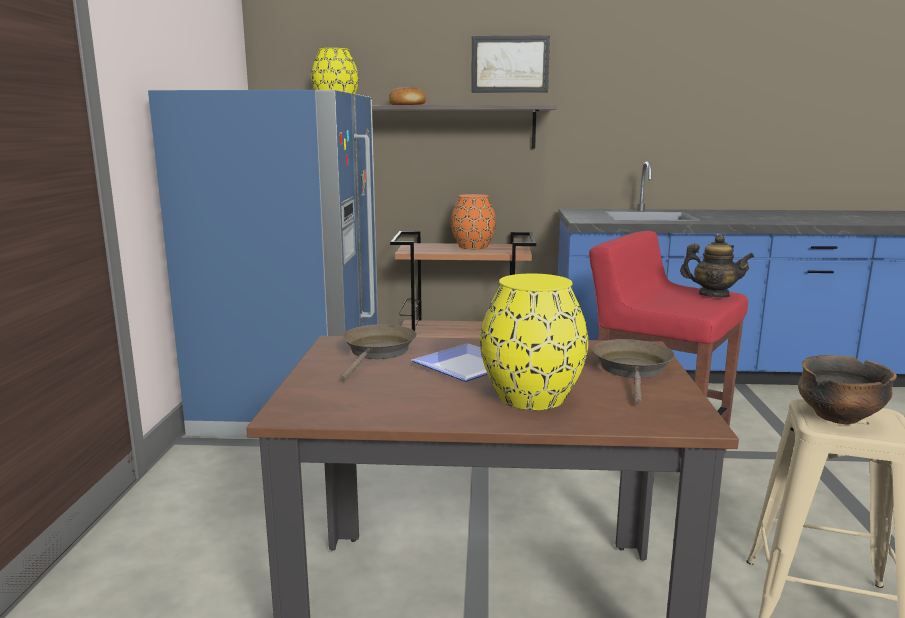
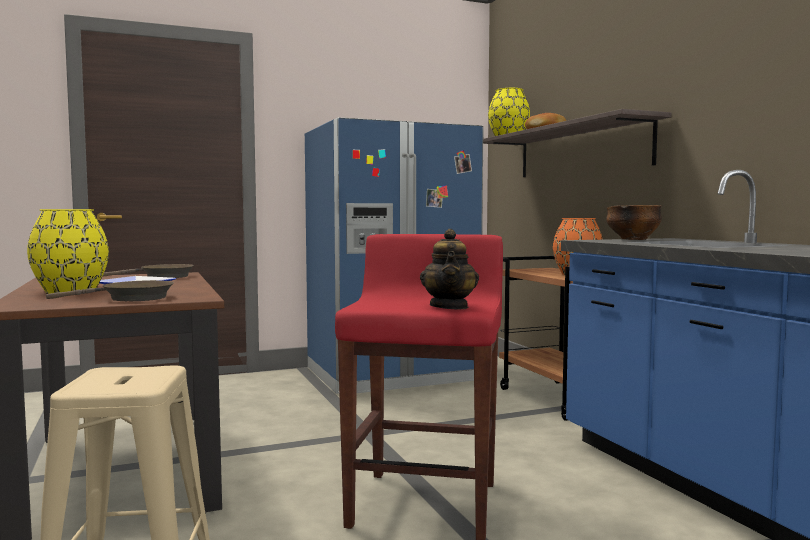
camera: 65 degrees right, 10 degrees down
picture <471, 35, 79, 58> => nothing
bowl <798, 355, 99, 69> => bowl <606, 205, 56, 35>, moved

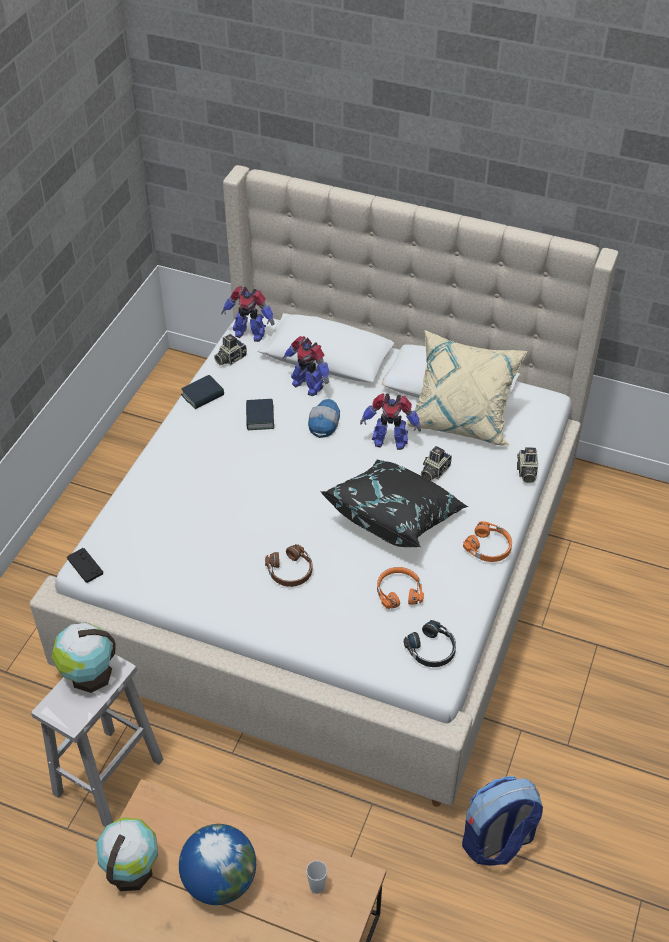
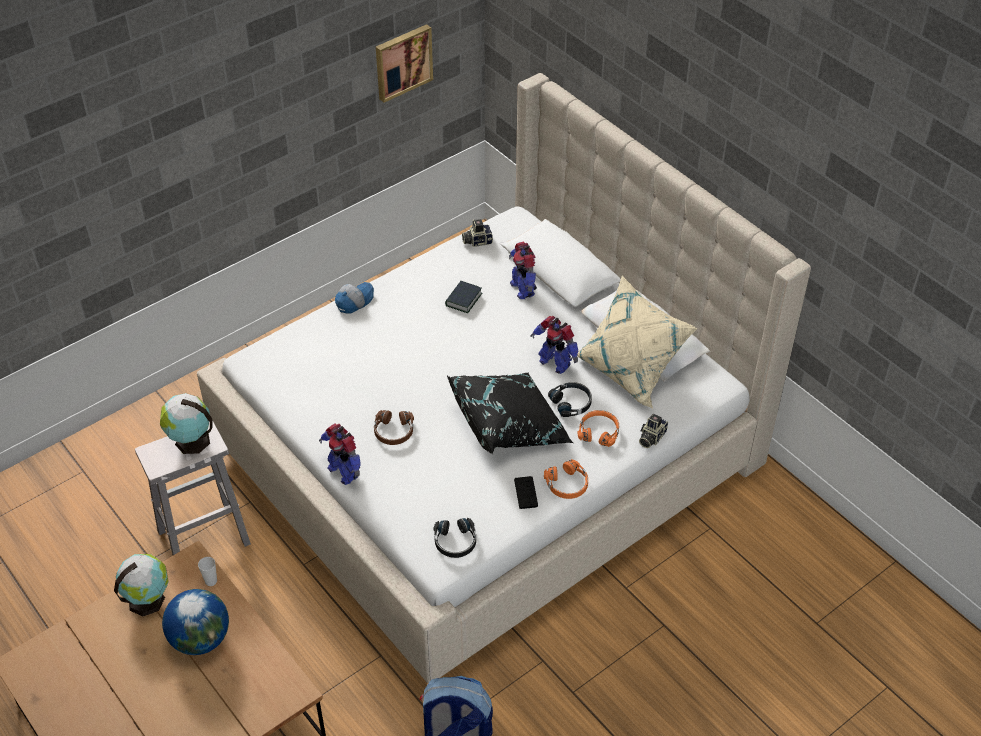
camera: 30 degrees right, 0 degrees up
black_game_controller <67, 548, 36, 35> => black_game_controller <514, 476, 24, 33>, moved
book <181, 375, 43, 34> => nothing
toy_robot <221, 286, 53, 56> => toy_robot <319, 423, 42, 62>, moved
cup <306, 860, 21, 34> => cup <198, 557, 19, 29>, moved
cap <308, 399, 32, 39> => cap <335, 282, 39, 32>, moved
orange_headphones <377, 567, 47, 42> => orange_headphones <577, 410, 42, 37>, moved
photo_camera <421, 446, 31, 35> => black_headphones <548, 382, 44, 35>
nothing => picture <376, 24, 57, 79>

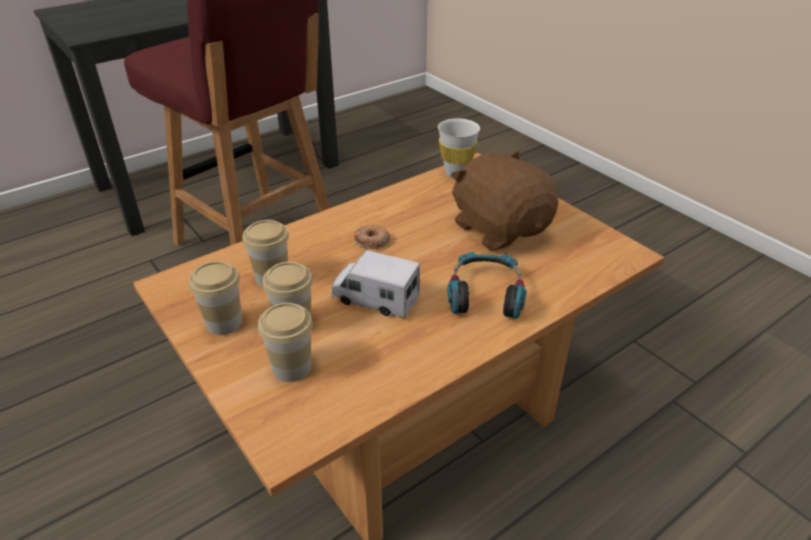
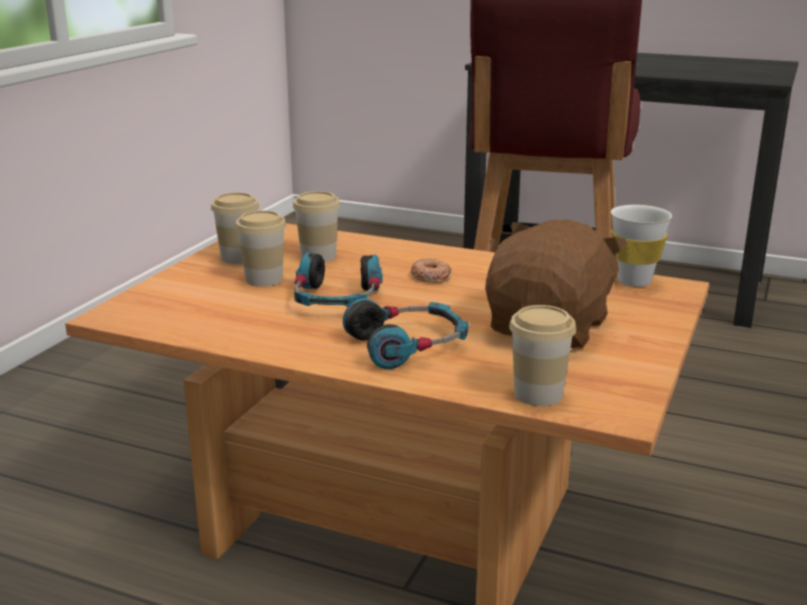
camera: 60 degrees right, 15 degrees down
cup <258, 303, 55, 79> => cup <509, 305, 67, 101>, moved
toy_truck <331, 250, 89, 69> => headphones <294, 252, 88, 55>

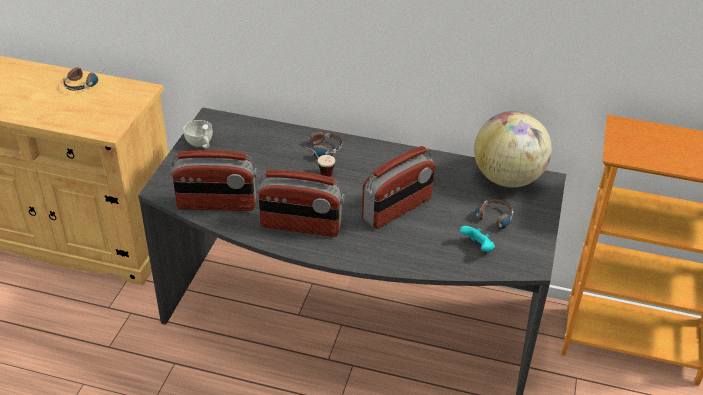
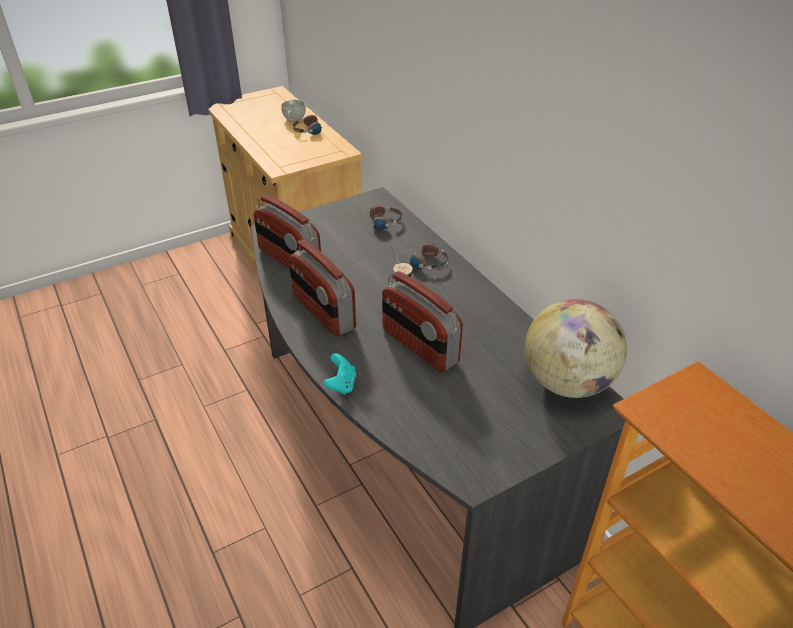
camera: 45 degrees right, 0 degrees up
white_cup <183, 120, 30, 29> => white_cup <281, 100, 25, 22>, moved
radio <362, 146, 73, 83> => radio <382, 271, 81, 102>, 45 degrees clockwise
turquoise_game_controller <460, 226, 35, 26> => turquoise_game_controller <323, 354, 33, 41>, moved
headphones <470, 199, 43, 30> => headphones <355, 205, 48, 25>, moved

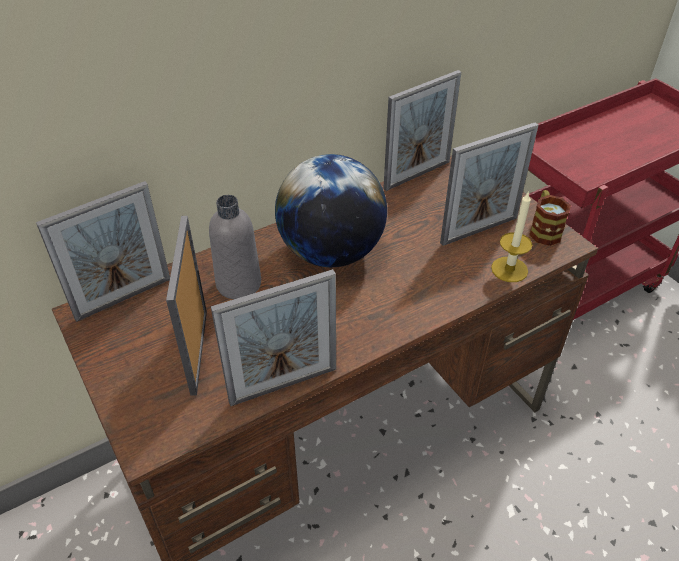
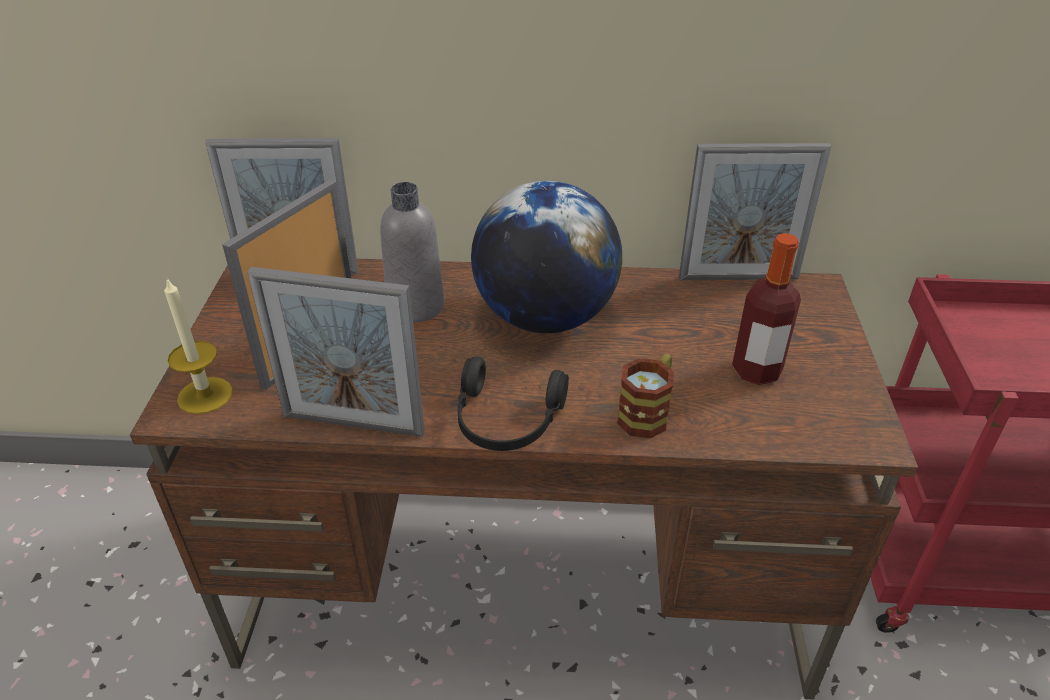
camera: 35 degrees right, 5 degrees down
picture_frame <440, 123, 98, 123> => bottle <732, 233, 69, 152>
candle <491, 191, 41, 91> => candle <164, 277, 69, 137>, moved
mug <529, 190, 42, 56> => mug <617, 354, 57, 84>, moved
nothing => black_headphones <458, 357, 111, 94>

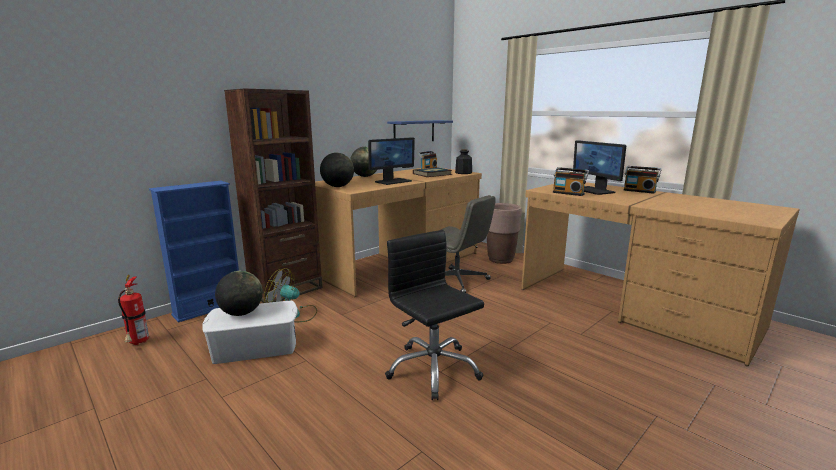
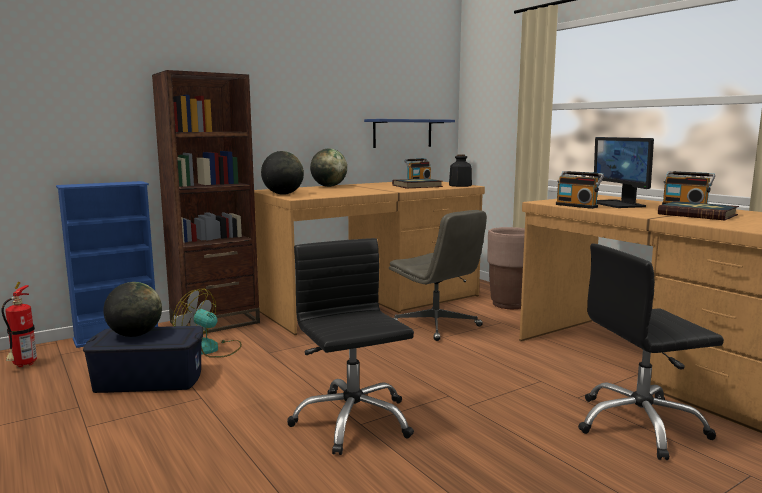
camera: 10 degrees right, 5 degrees down
white_storage_box <202, 301, 96, 63> => blue_storage_box <83, 326, 120, 67>
monitor <368, 137, 47, 48> => nothing
nothing => black_office_chair <578, 244, 146, 216>
nothing => book <658, 201, 81, 19>

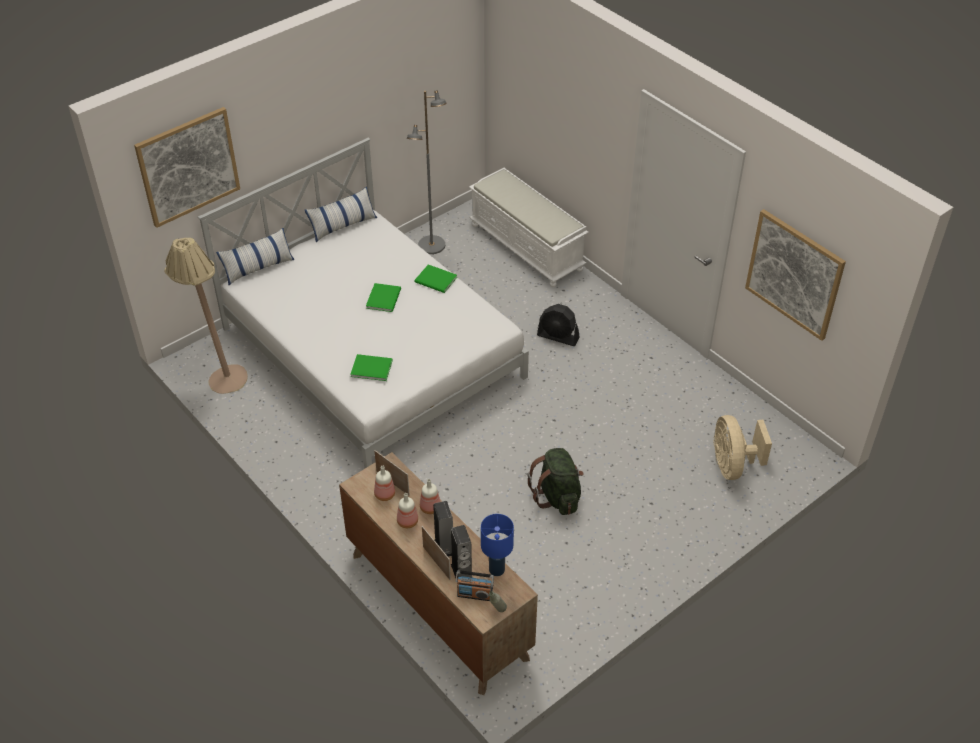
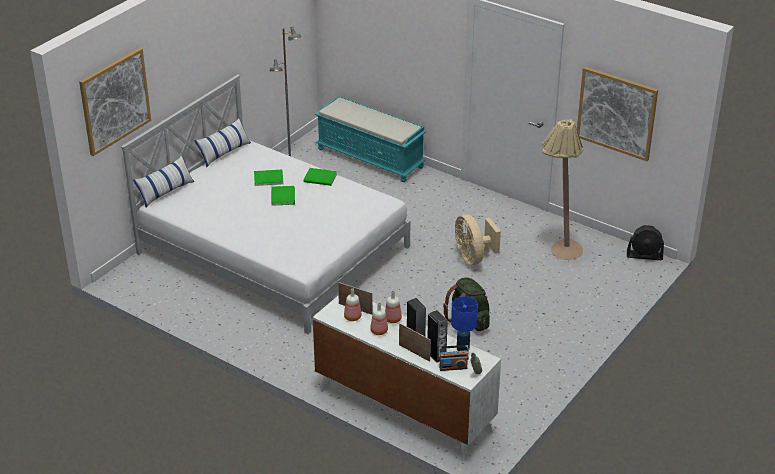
camera: 15 degrees left, 10 degrees down
beige_floor_lamp <164, 238, 84, 156> => beige_floor_lamp <542, 119, 42, 141>, moved
brown_dresser <339, 452, 199, 243> => white_dresser <313, 295, 188, 166>
green_book <350, 354, 43, 27> => green_book <254, 170, 29, 16>, moved
white_bench <469, 168, 120, 119> => turquoise_bench <315, 96, 112, 86>
black_fan <537, 304, 43, 42> => black_fan <627, 225, 37, 35>, moved
beige_fan <713, 415, 59, 65> => beige_fan <455, 214, 46, 51>, moved

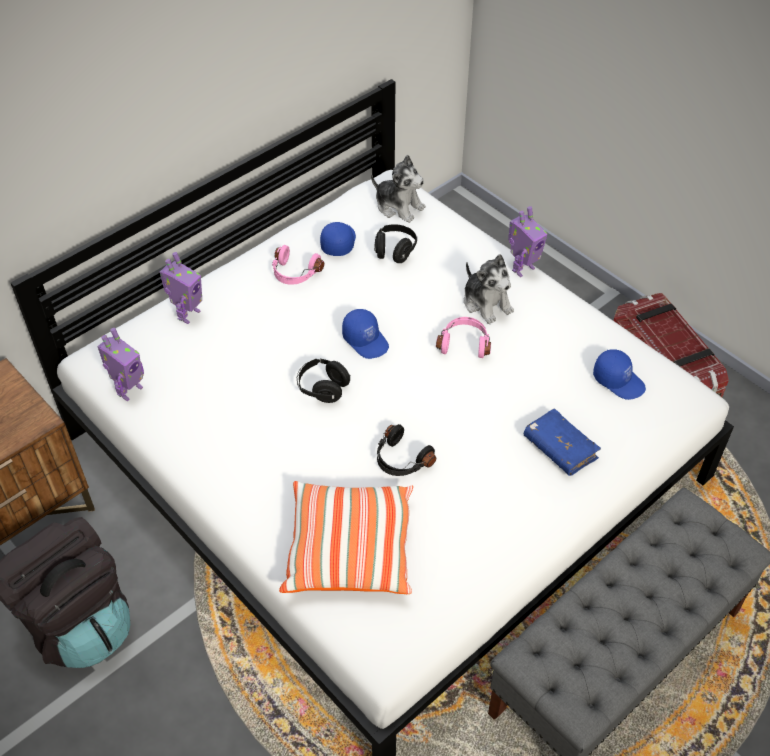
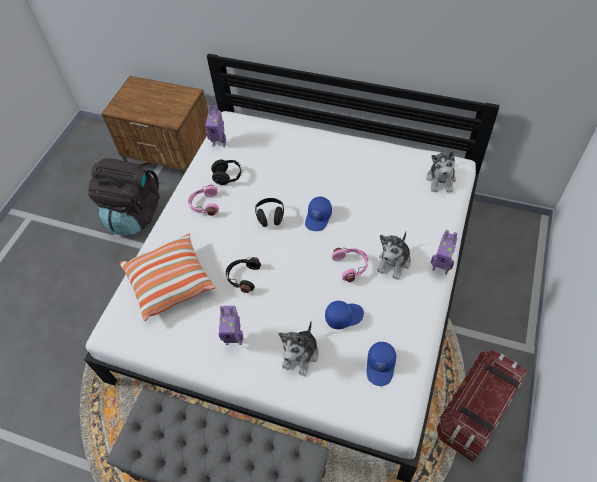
camera: 65 degrees right, 5 degrees up
toy_robot <160, 252, 42, 72> => toy_robot <218, 306, 25, 39>, moved
pink_headphones <272, 245, 52, 40> => pink_headphones <188, 185, 31, 31>, moved
blue_cap <320, 222, 36, 34> => blue_cap <325, 301, 39, 28>, moved
black_headphones <374, 224, 43, 39> => black_headphones <211, 160, 31, 25>, moved
blue_book <523, 409, 78, 67> => plush_toy <279, 321, 40, 55>

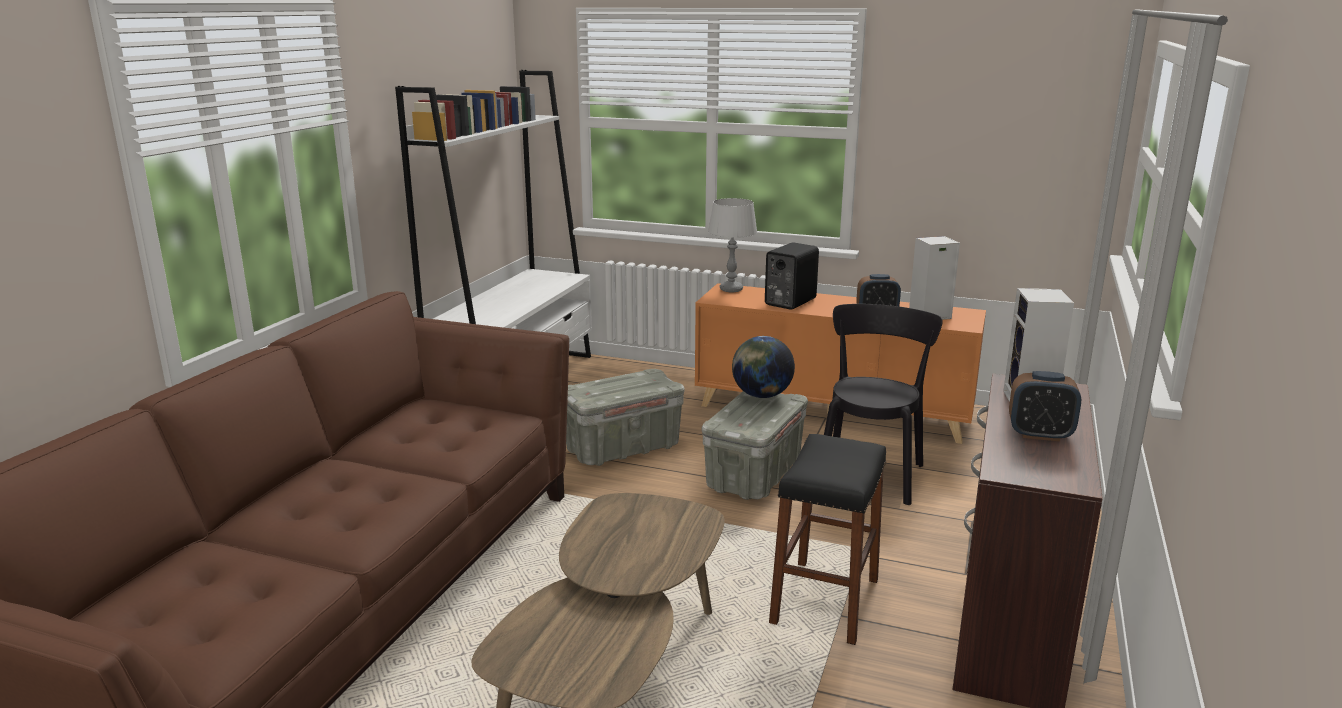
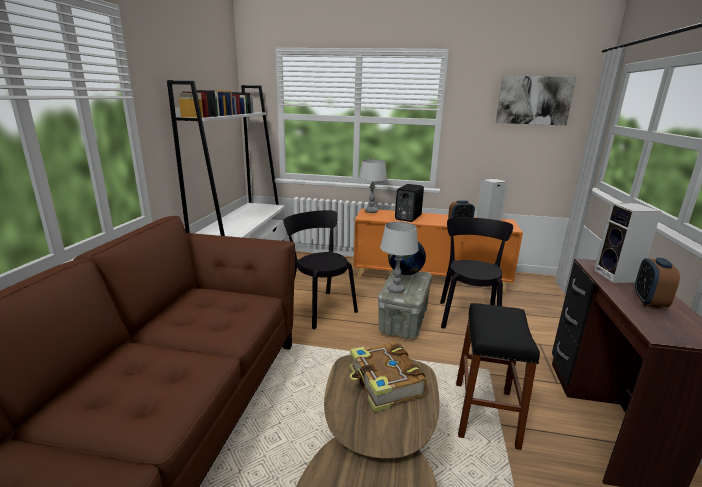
camera: 10 degrees left, 0 degrees up
grey_storage_box <566, 369, 119, 97> => black_chair <283, 210, 75, 119>
alarm_clock <1009, 371, 72, 70> => alarm_clock <635, 257, 45, 52>, 105 degrees clockwise
nothing => book <350, 342, 77, 70>
nothing => grey_table_lamp <380, 222, 39, 71>
nothing => picture <496, 76, 80, 49>

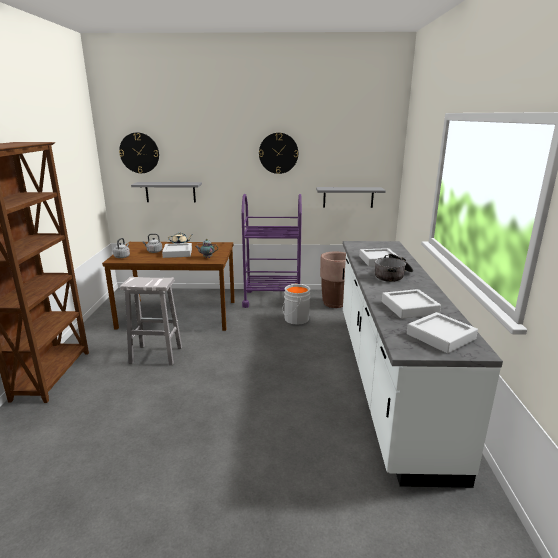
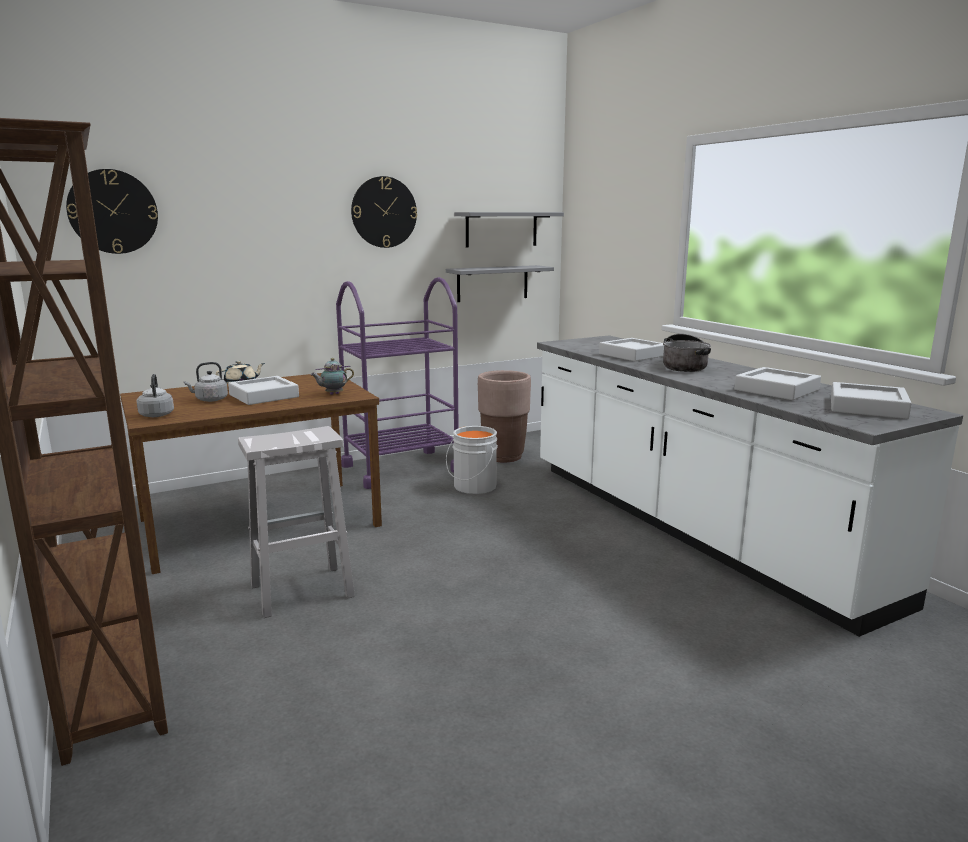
camera: 30 degrees left, 5 degrees down
grey_shelf <131, 182, 71, 20> => grey_shelf <454, 212, 110, 35>, moved

